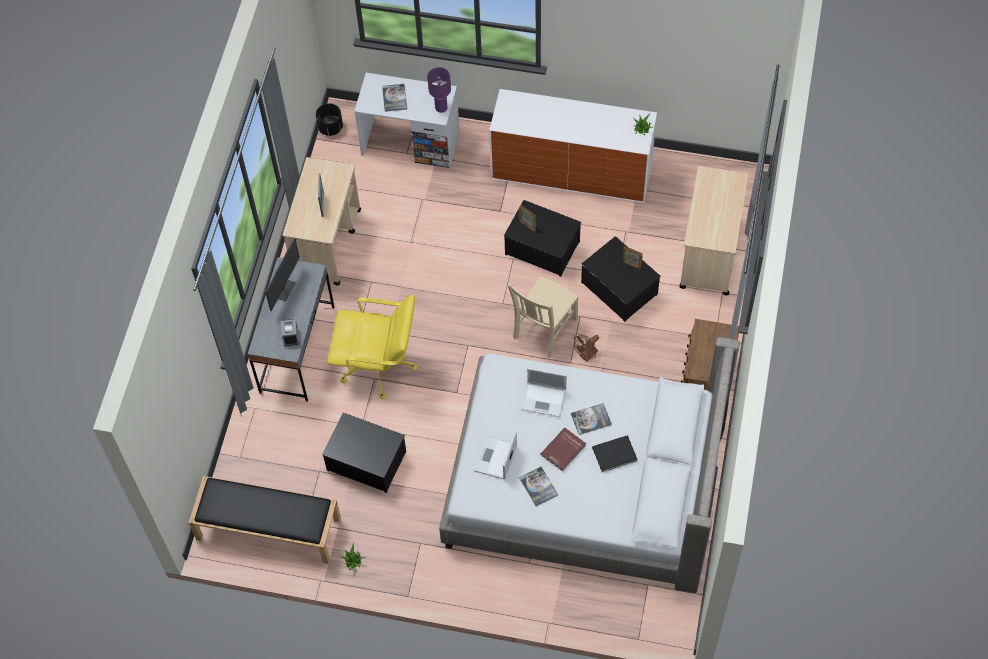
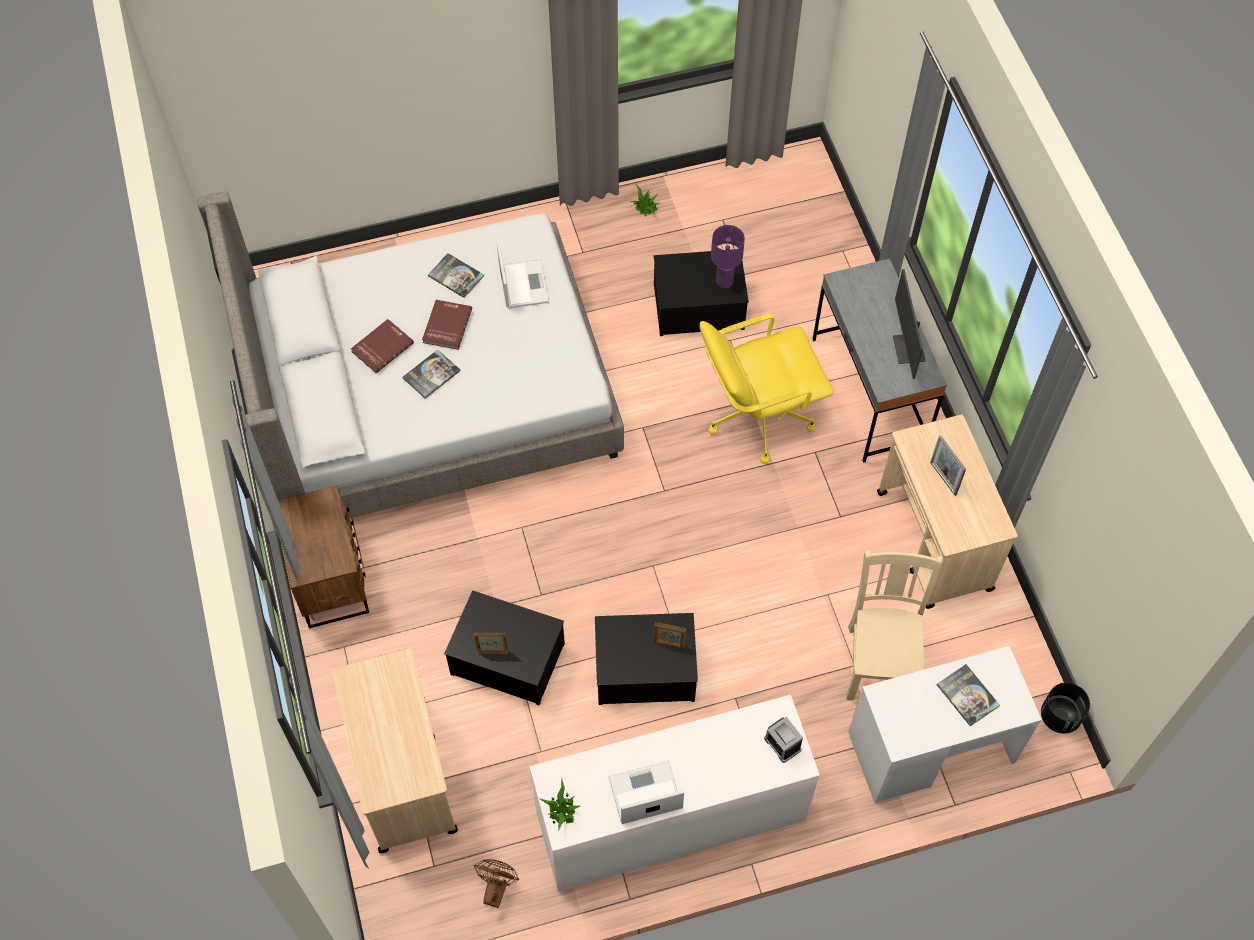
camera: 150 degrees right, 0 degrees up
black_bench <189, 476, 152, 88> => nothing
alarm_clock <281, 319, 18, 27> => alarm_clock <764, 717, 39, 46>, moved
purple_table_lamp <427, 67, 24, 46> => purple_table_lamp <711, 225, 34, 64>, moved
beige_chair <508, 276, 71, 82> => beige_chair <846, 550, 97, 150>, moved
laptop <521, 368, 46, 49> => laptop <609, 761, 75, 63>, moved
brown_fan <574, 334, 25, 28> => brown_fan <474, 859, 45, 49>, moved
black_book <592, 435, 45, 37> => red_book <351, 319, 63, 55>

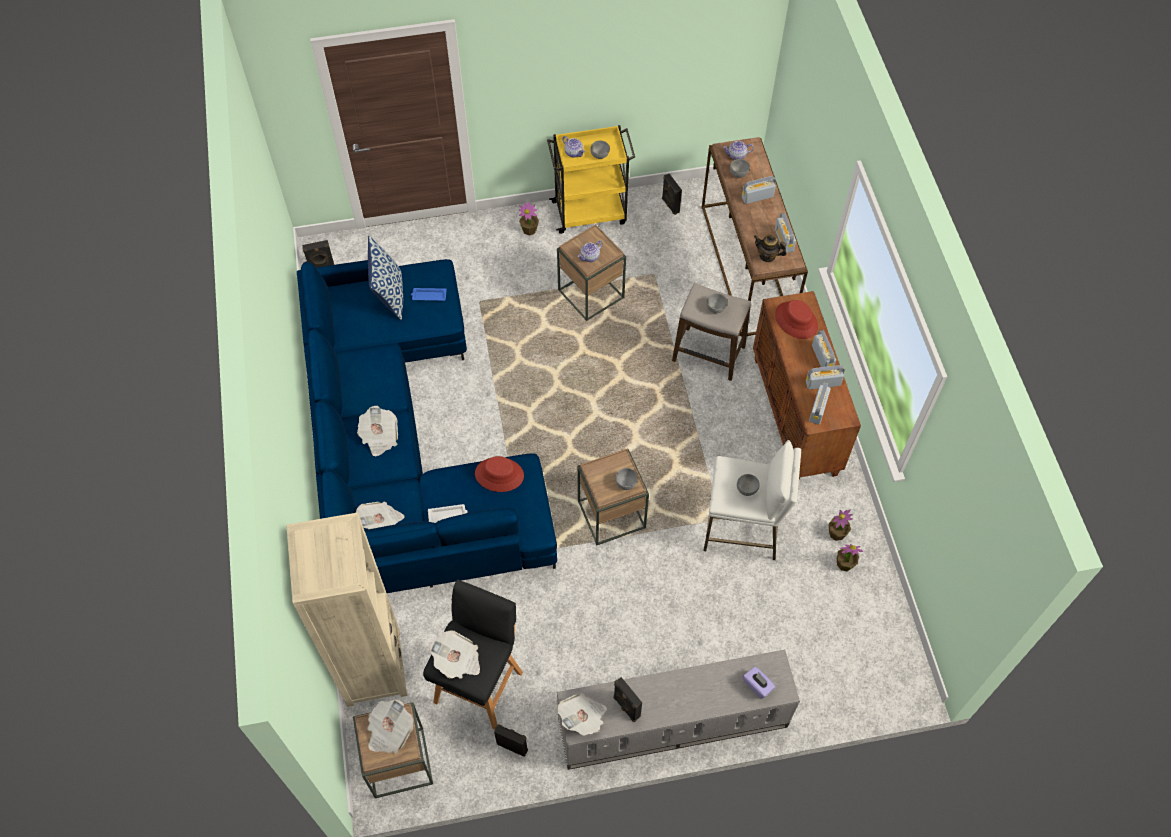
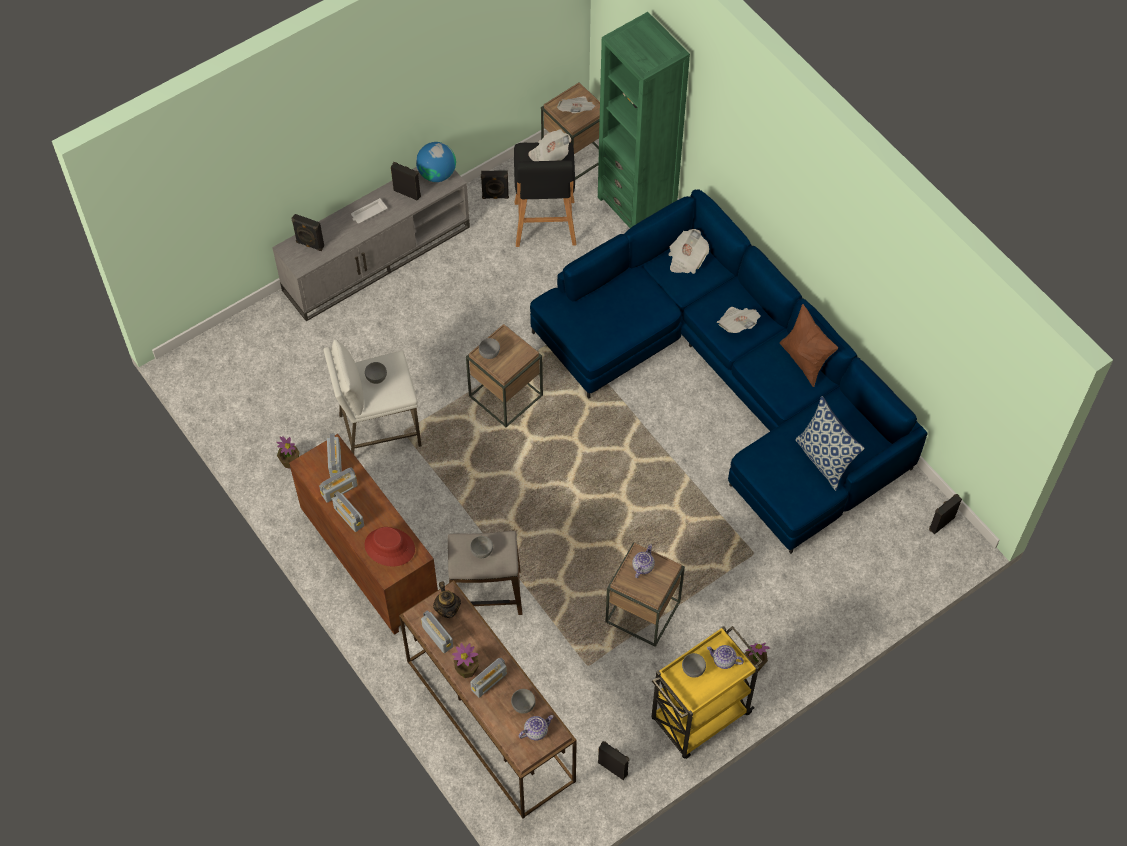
camera: 155 degrees right, 0 degrees up
beige_bookcase <286, 512, 122, 195> => green_bookcase <598, 12, 92, 216>
blue_tray <411, 288, 36, 13> => nothing
white_tray <428, 504, 40, 19> => white_tray <351, 198, 36, 26>, moved
red_hat <475, 456, 49, 36> => nothing
newspaper <557, 693, 50, 43> => globe <416, 142, 40, 40>
purple_tissue_box <743, 667, 32, 32> => black_speaker <291, 214, 33, 37>
teapot <754, 235, 32, 27> => teapot <433, 582, 28, 36>, 75 degrees clockwise
potted_plant <837, 544, 27, 27> => potted_plant <452, 643, 27, 35>, moved
nothing => brown_pillow <780, 304, 58, 83>

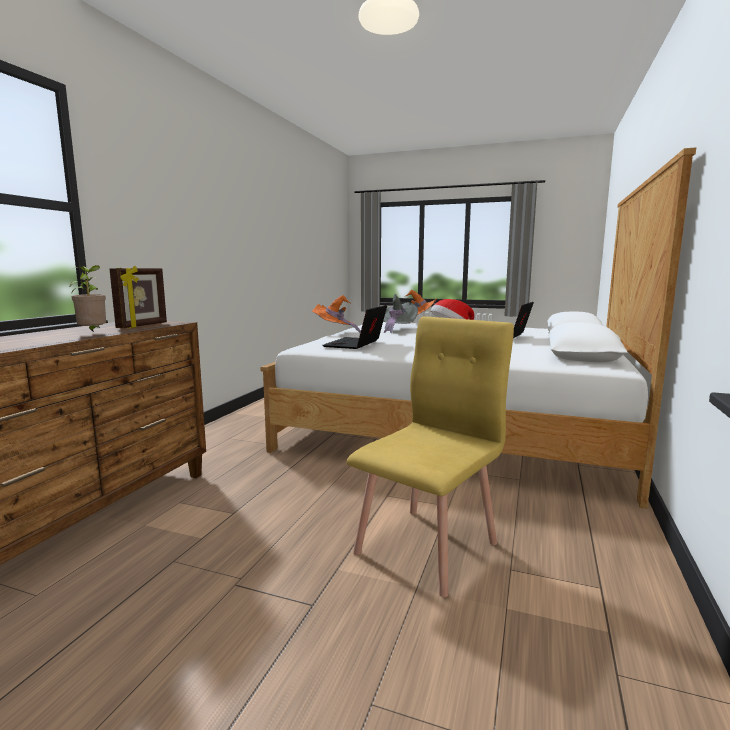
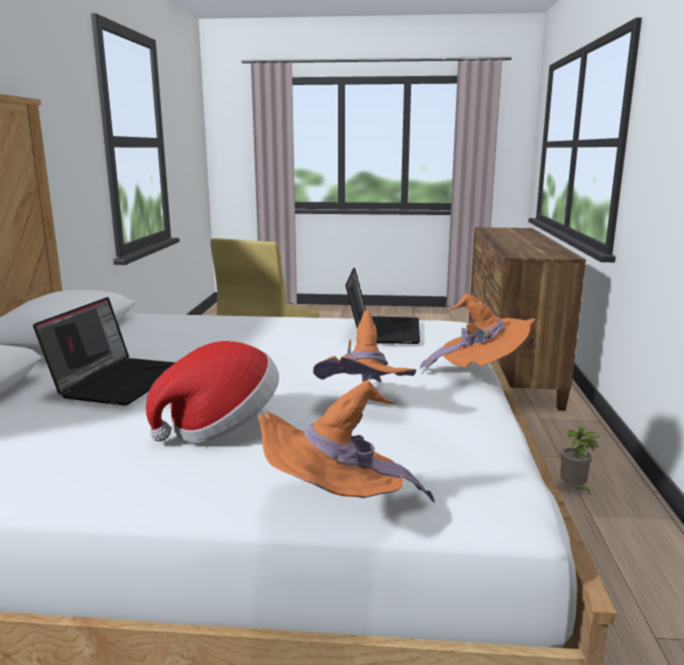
camera: 165 degrees right, 5 degrees up
potted_plant <70, 265, 36, 67> => potted_plant <560, 425, 40, 69>, moved
picture_frame <110, 266, 57, 62> => nothing
grey_hat <383, 294, 35, 39> => orange_hat <313, 310, 103, 72>

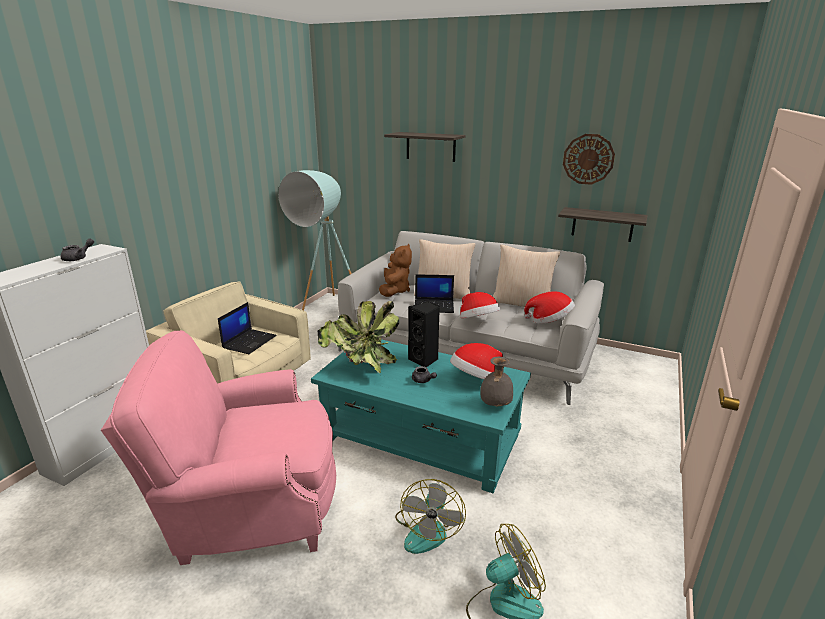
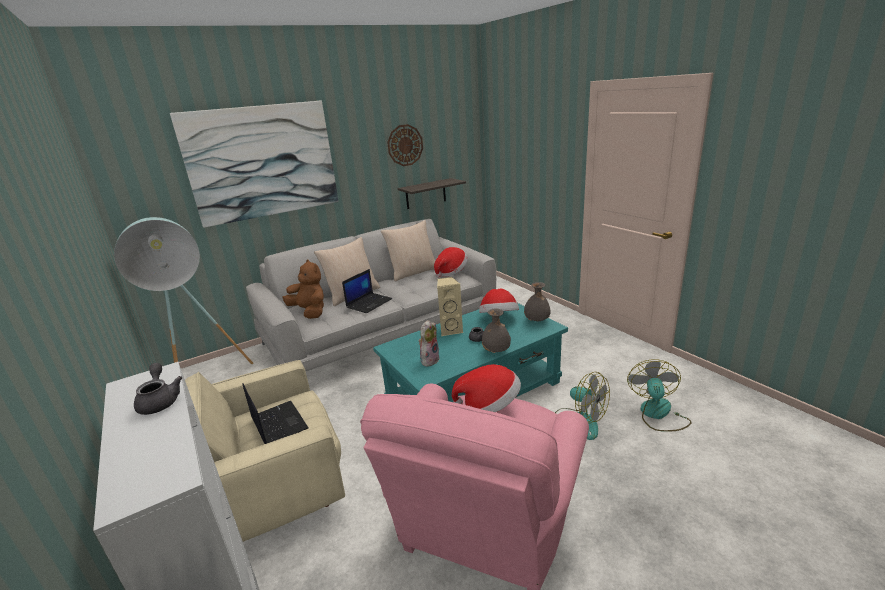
camera: 55 degrees left, 0 degrees up
potted_plant <318, 301, 81, 72> => plush_toy <419, 320, 21, 47>
shelf <384, 132, 81, 30> => picture <170, 101, 169, 127>
black_speaker <408, 302, 32, 66> => beige_speaker <437, 277, 27, 59>
hat <460, 292, 40, 26> => hat <452, 364, 69, 48>, moved
nothing => grey_vase <482, 308, 29, 45>

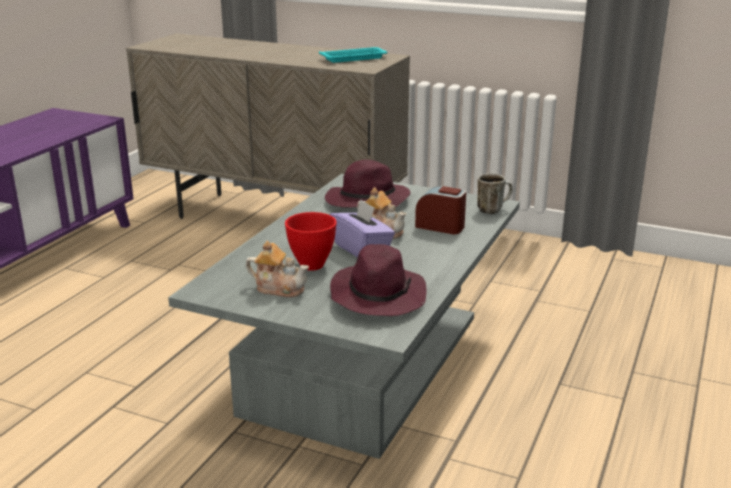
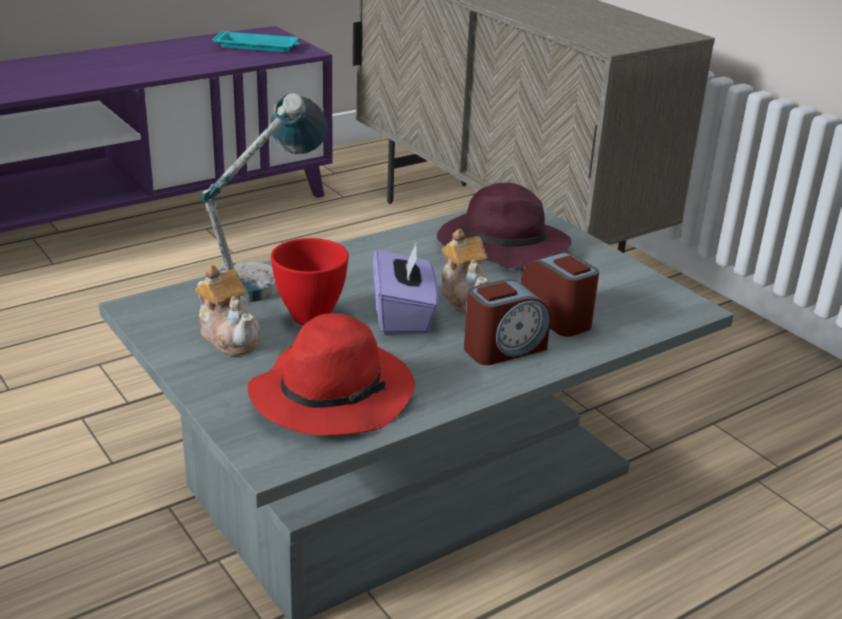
camera: 30 degrees right, 5 degrees up
turquoise_tray <319, 47, 68, 16> => turquoise_tray <213, 30, 86, 22>, moved
purple_hat <330, 244, 96, 72> => red_hat <248, 313, 167, 122>
mug <477, 173, 36, 41> => nothing
nothing => table_lamp <201, 94, 127, 208>
nothing => alarm_clock <464, 280, 86, 85>

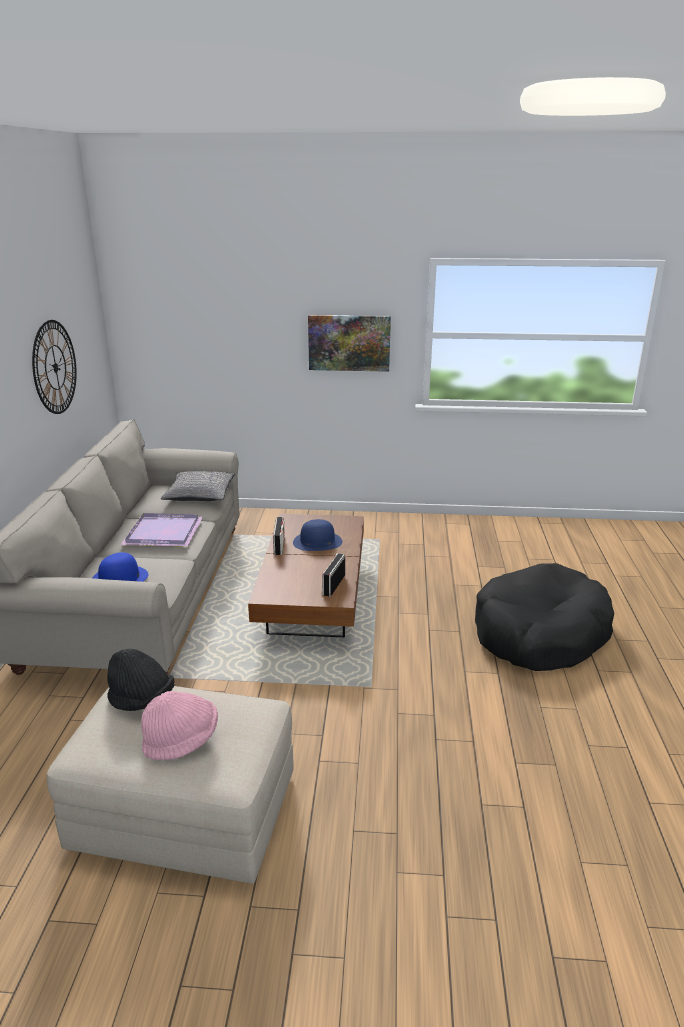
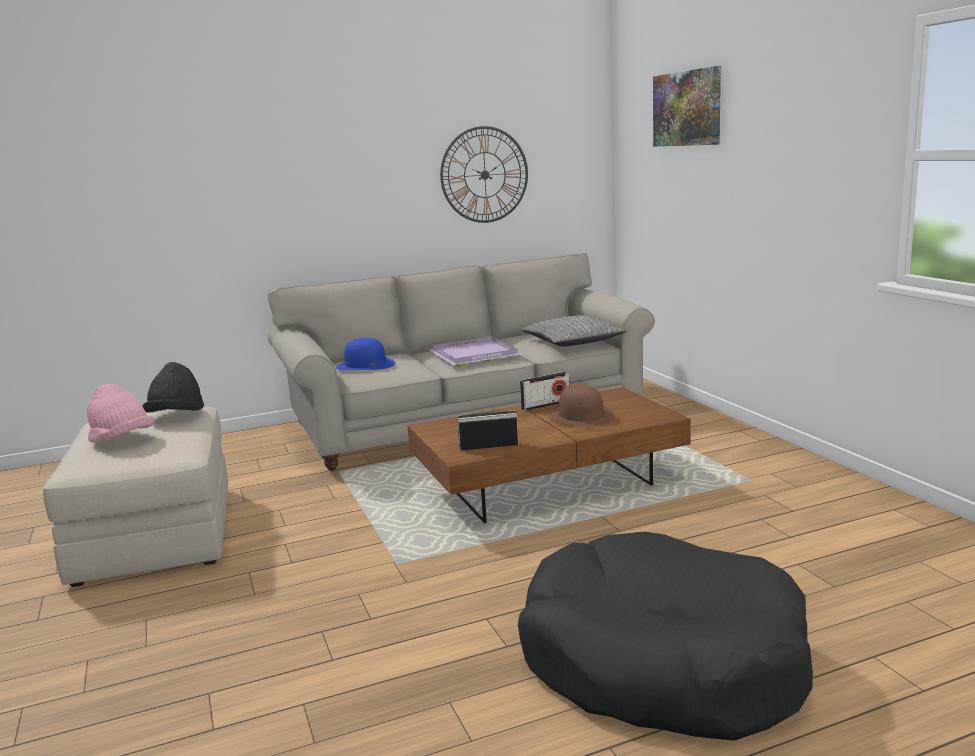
camera: 65 degrees right, 10 degrees down
blue_hat <293, 519, 49, 32> => brown_hat <548, 384, 67, 43>
picture <308, 315, 83, 57> => picture <653, 66, 68, 80>, moved

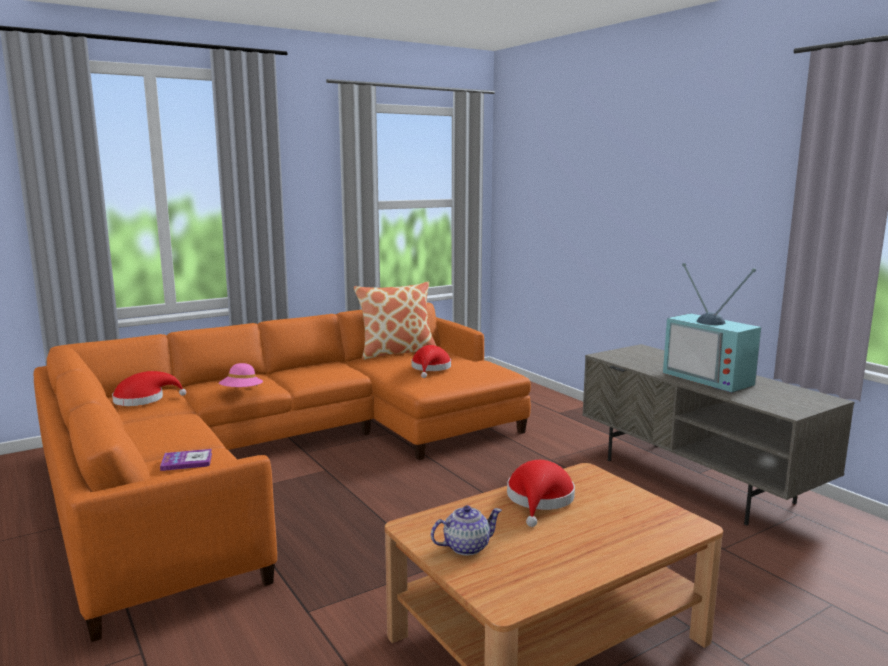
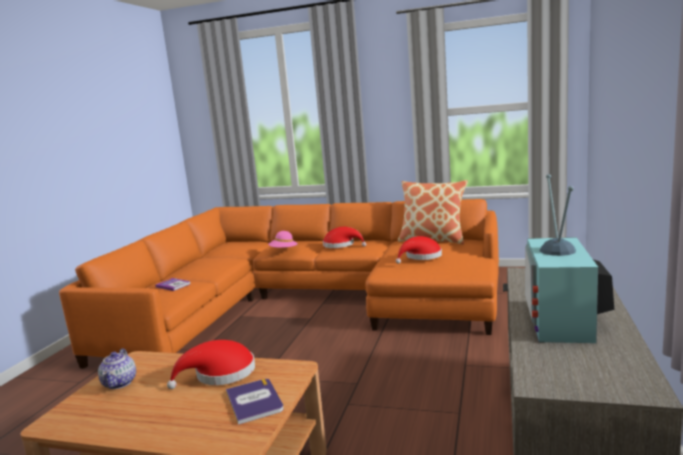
camera: 50 degrees right, 0 degrees up
red_hat <112, 371, 74, 35> => red_hat <323, 227, 43, 21>, moved
teapot <431, 505, 71, 51> => teapot <98, 348, 38, 41>, 60 degrees clockwise
nothing => book <226, 379, 58, 46>

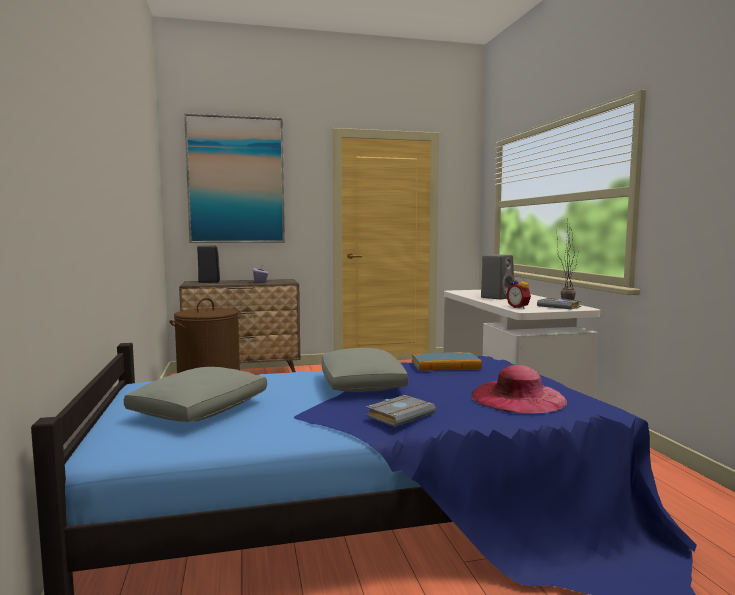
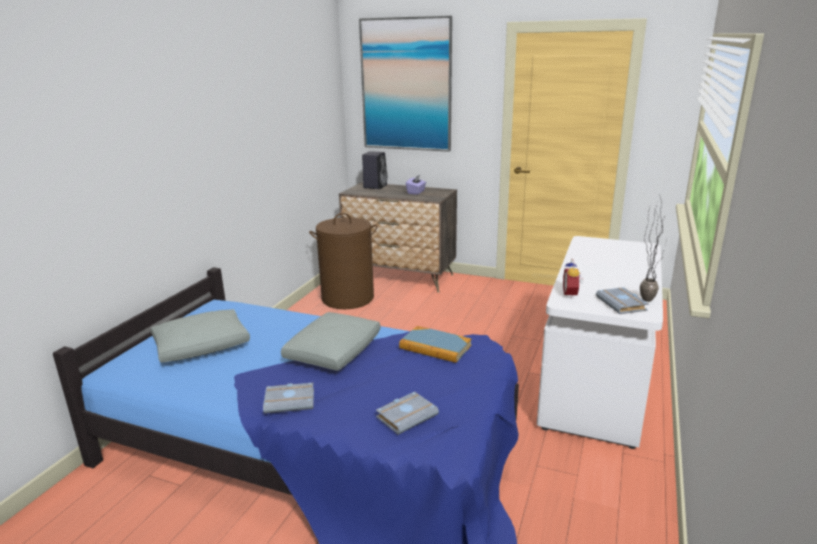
camera: 35 degrees right, 15 degrees up
pink_hat <471, 365, 96, 48> => grey_book <376, 392, 63, 43>
grey_speaker <481, 254, 33, 46> => nothing

